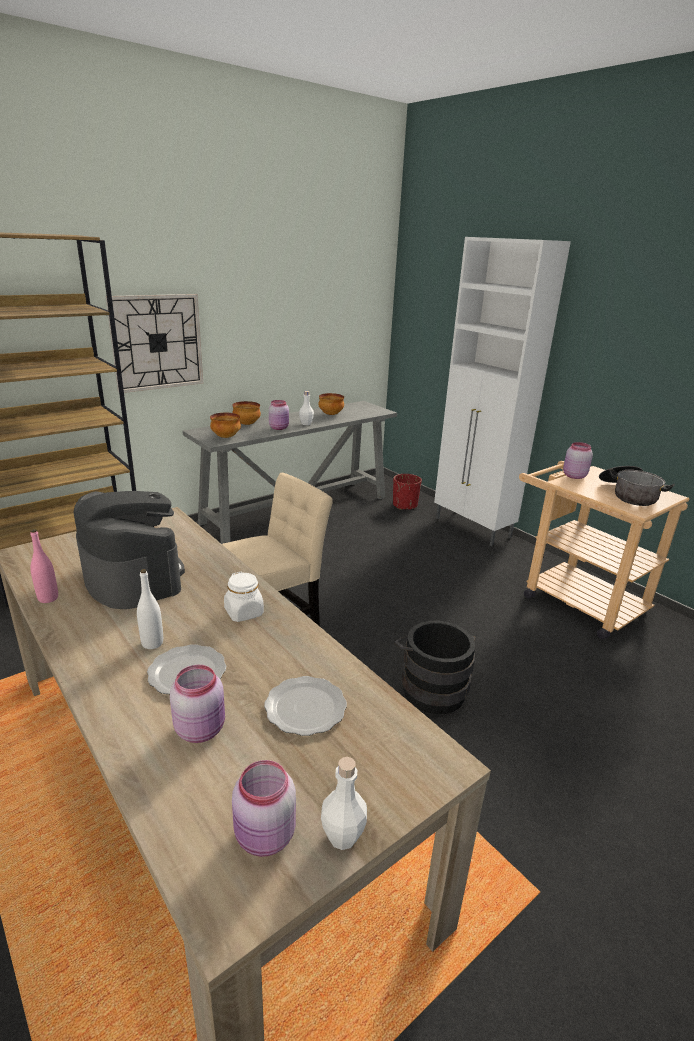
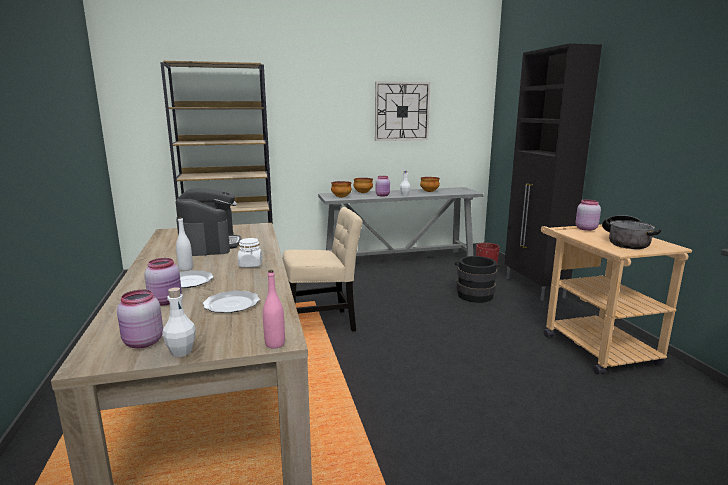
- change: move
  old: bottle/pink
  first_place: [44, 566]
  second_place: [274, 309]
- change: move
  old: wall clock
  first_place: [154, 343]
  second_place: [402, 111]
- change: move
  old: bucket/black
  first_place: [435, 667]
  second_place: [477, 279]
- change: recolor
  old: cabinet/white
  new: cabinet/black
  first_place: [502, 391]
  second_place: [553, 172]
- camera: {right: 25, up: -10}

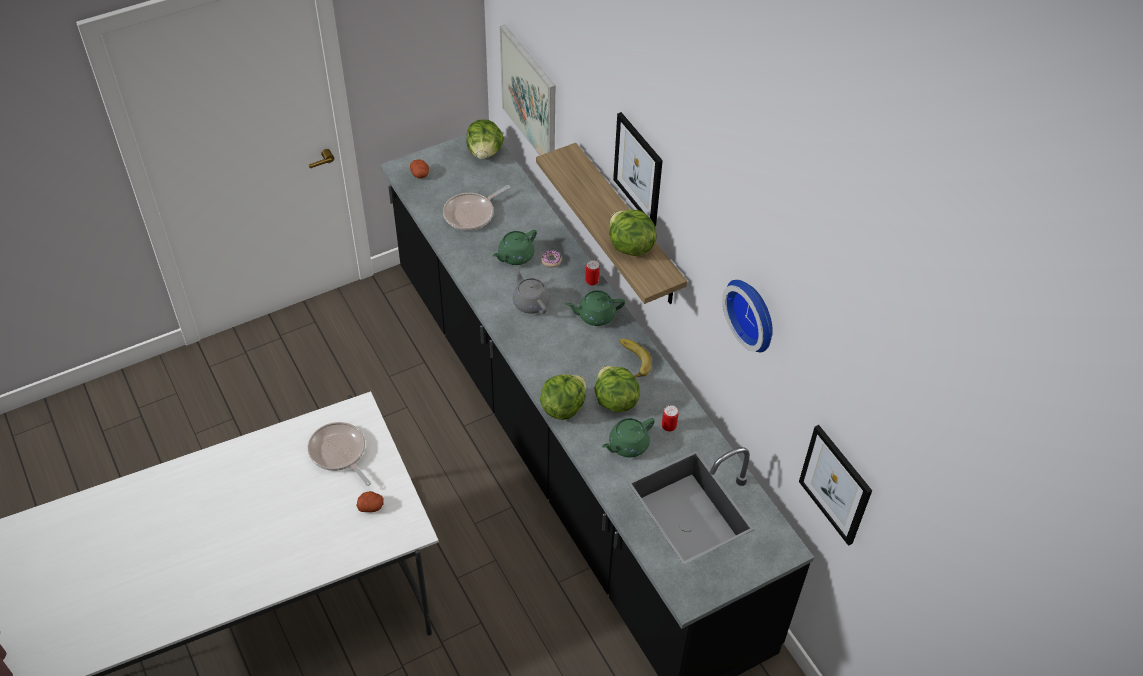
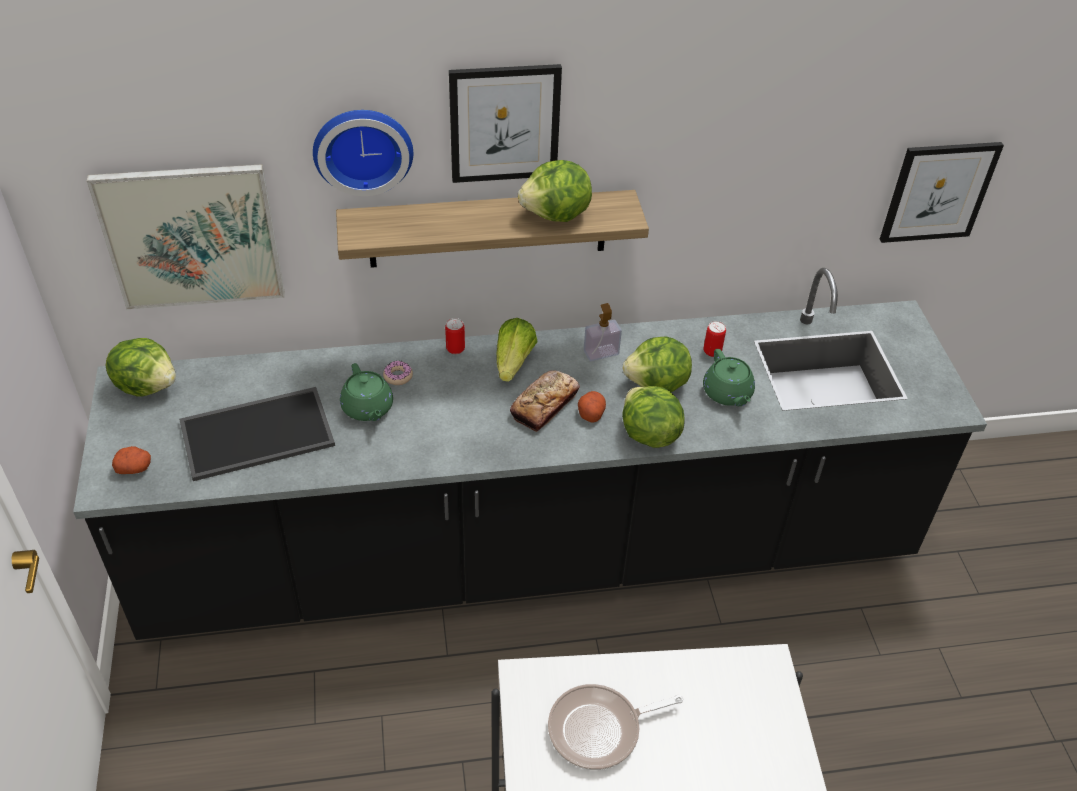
- change: move
  old: potato
  first_place: [370, 501]
  second_place: [592, 407]
- change: replace
  old: frying pan
  new: tray
  first_place: [476, 208]
  second_place: [257, 434]
- change: delete
  old: teapot/grey
  first_place: [531, 291]
- change: replace
  old: teapot/green
  new: lettuce
  first_place: [595, 308]
  second_place: [517, 350]
- change: replace
  old: banana
  new: soap dispenser
  first_place: [636, 358]
  second_place: [603, 332]
- change: move
  old: wall clock
  first_place: [747, 316]
  second_place: [363, 153]
- change: insert
  new: bread
  second_place: [545, 401]
- camera: {right: -70, up: -5}

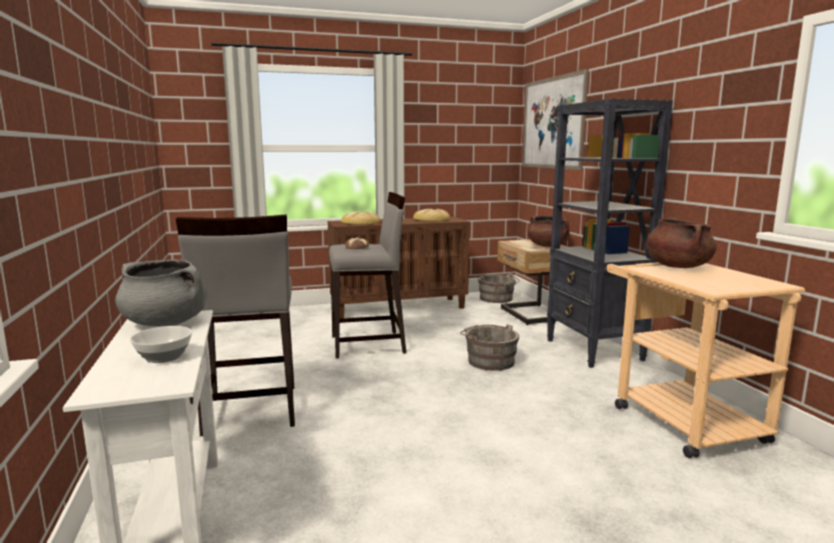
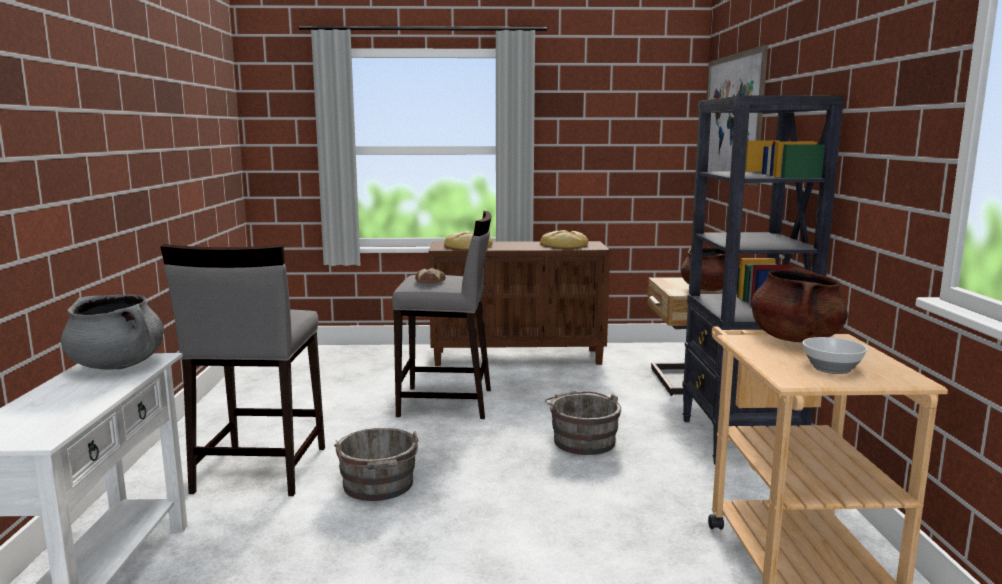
- change: move
  old: bowl
  first_place: [161, 344]
  second_place: [834, 355]
- change: move
  old: bucket/grey
  first_place: [498, 288]
  second_place: [376, 464]
- camera: {right: 15, up: 0}

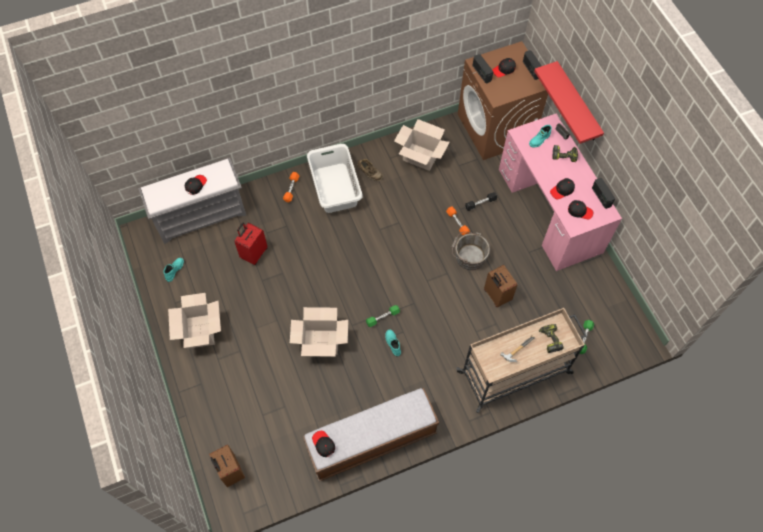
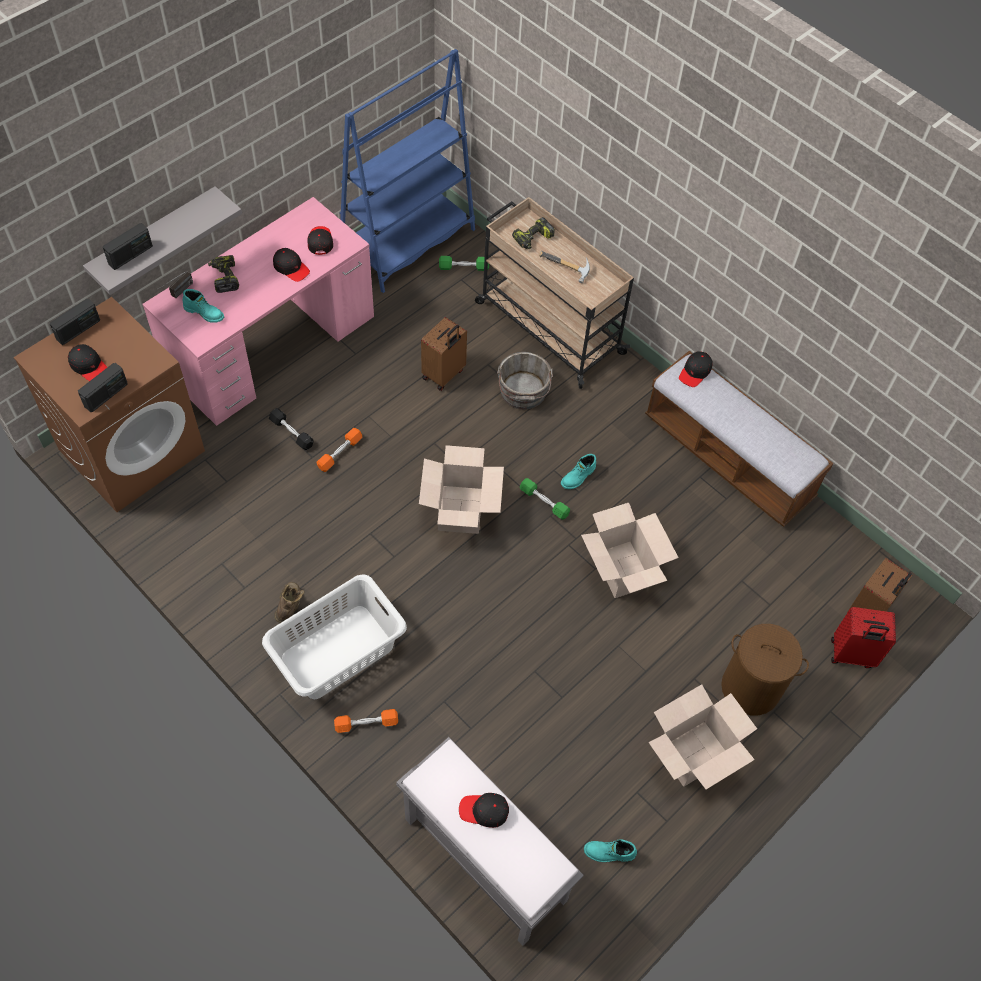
- change: move
  old: suitcase/red
  first_place: [250, 243]
  second_place: [863, 637]
- change: move
  old: cap/black
  first_place: [323, 444]
  second_place: [696, 369]
- change: move
  old: cardboard box
  first_place: [422, 145]
  second_place: [461, 489]
- change: move
  old: bucket/grey
  first_place: [471, 251]
  second_place: [525, 380]
- change: recolor
  old: shelf/red
  new: shelf/grey
  first_place: [569, 102]
  second_place: [162, 240]
- change: move
  old: radio
  first_place: [603, 193]
  second_place: [128, 246]
- change: insert
  new: bookcase/blue
  second_place: [407, 171]
- change: insert
  new: laundry basket/brown
  second_place: [765, 669]
- camera: {right: -115, up: -5}

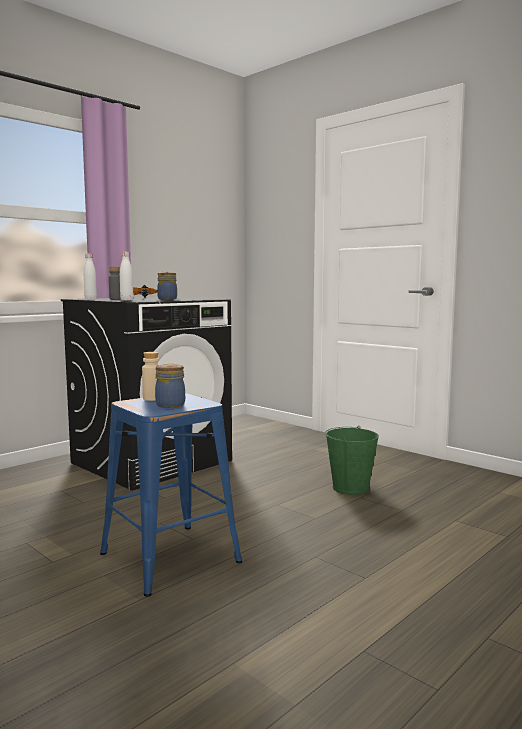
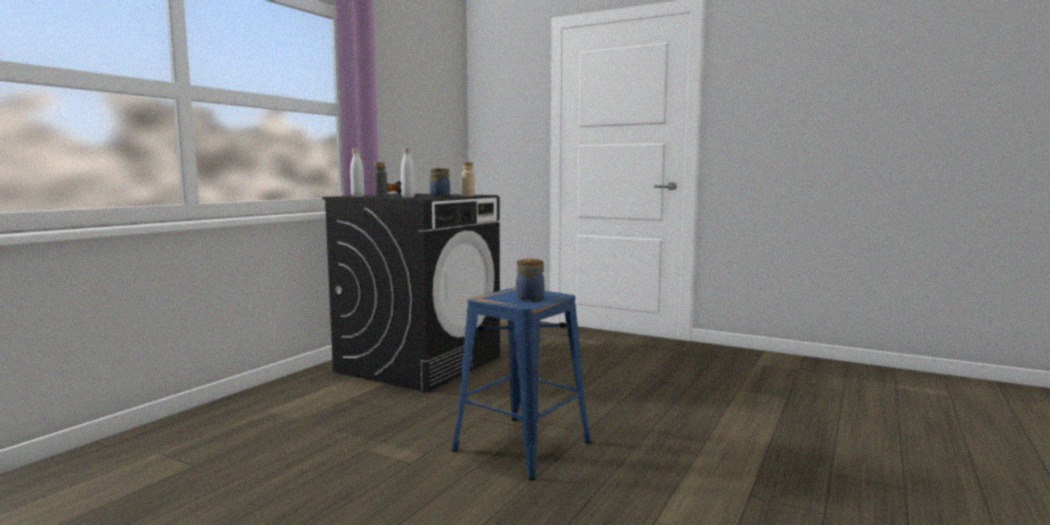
- change: move
  old: bottle/beige
  first_place: [150, 376]
  second_place: [468, 179]
- change: delete
  old: bucket/green
  first_place: [352, 460]
- camera: {right: -15, up: 0}

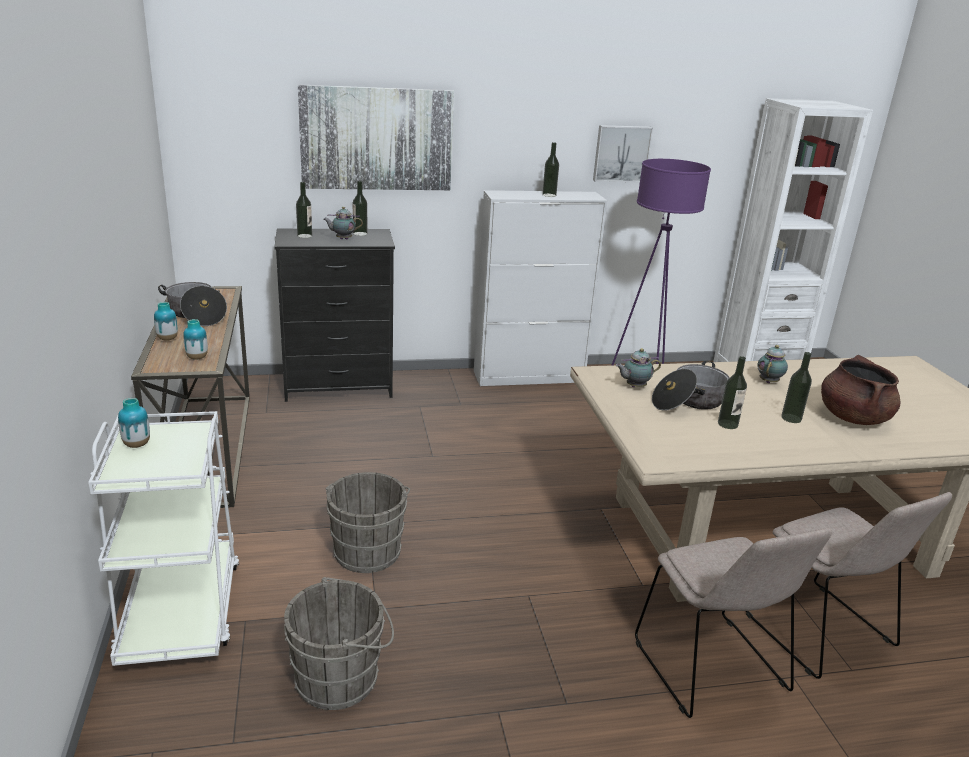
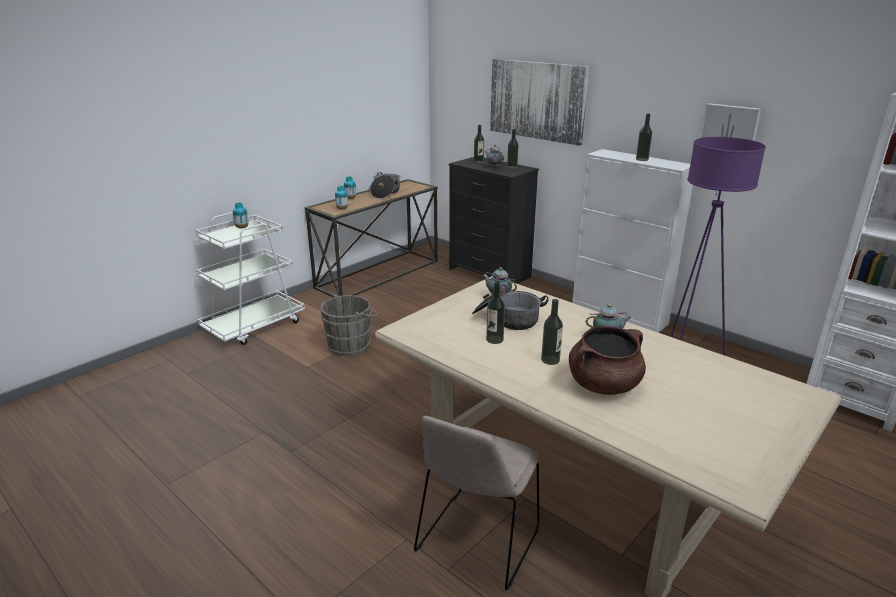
- change: delete
  old: bucket/grey
  first_place: [339, 643]
- change: delete
  old: chair/beige
  first_place: [733, 623]
- camera: {right: 55, up: 0}

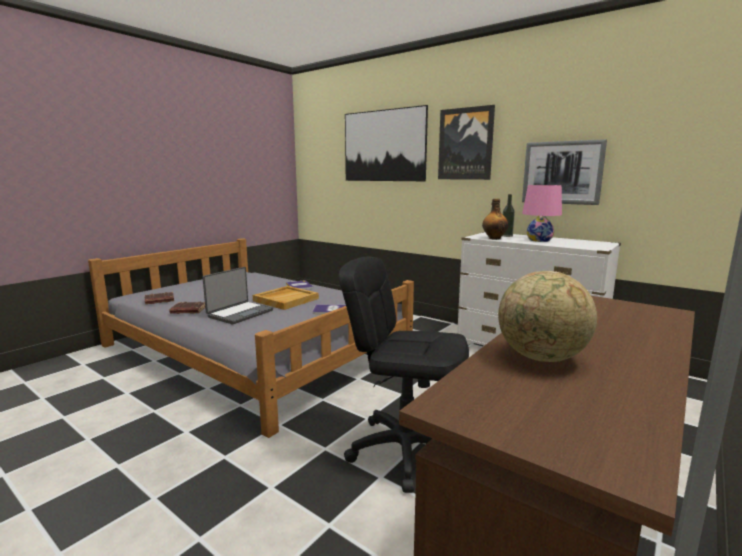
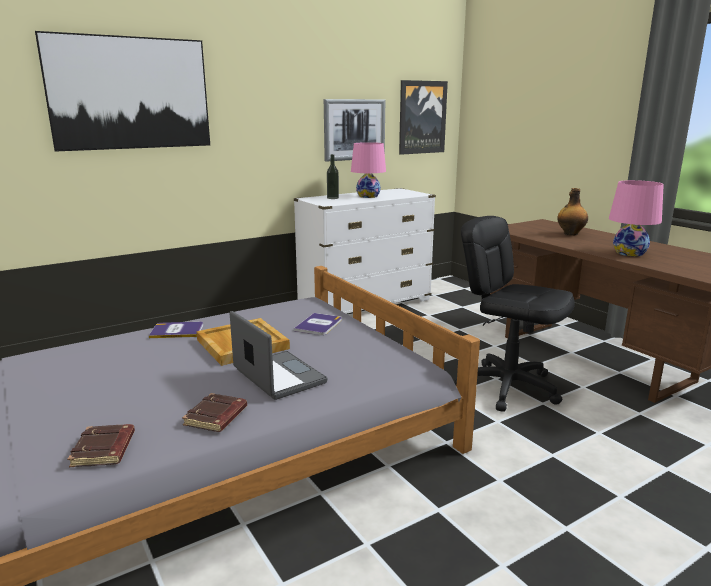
- change: rotate
  old: office chair/black
  first_place: [404, 374]
  second_place: [514, 314]
  degrees: 90
- change: move
  old: picture
  first_place: [466, 142]
  second_place: [423, 117]
- change: move
  old: bottle
  first_place: [495, 219]
  second_place: [572, 211]
- change: replace
  old: globe
  new: table lamp/pink
  first_place: [547, 316]
  second_place: [636, 218]
- camera: {right: -70, up: 5}

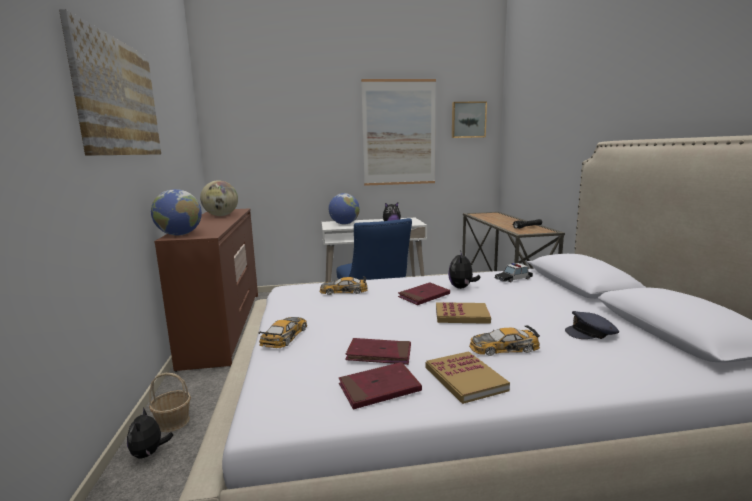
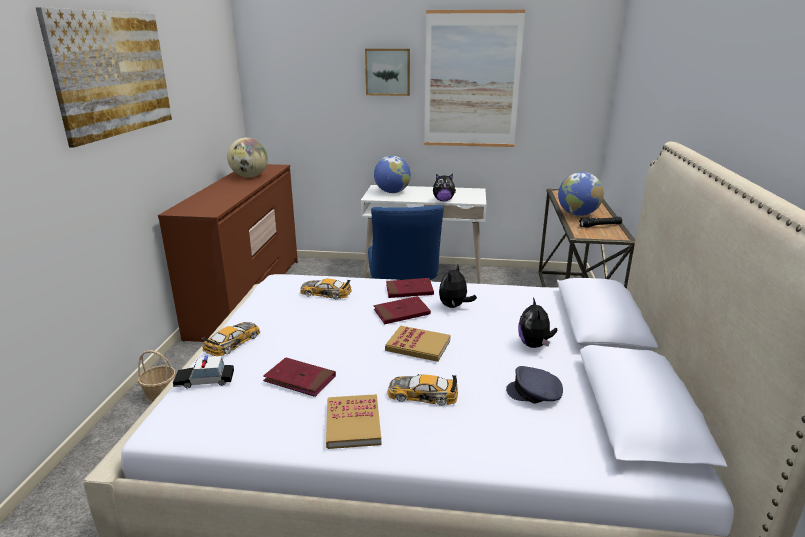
- change: move
  old: plush toy
  first_place: [150, 432]
  second_place: [538, 322]
- change: move
  old: globe
  first_place: [176, 212]
  second_place: [581, 194]
- change: move
  old: book/red
  first_place: [380, 385]
  second_place: [410, 288]
- change: move
  old: picture
  first_place: [469, 119]
  second_place: [387, 72]
- change: move
  old: toy car
  first_place: [513, 273]
  second_place: [203, 372]
- camera: {right: 15, up: 10}

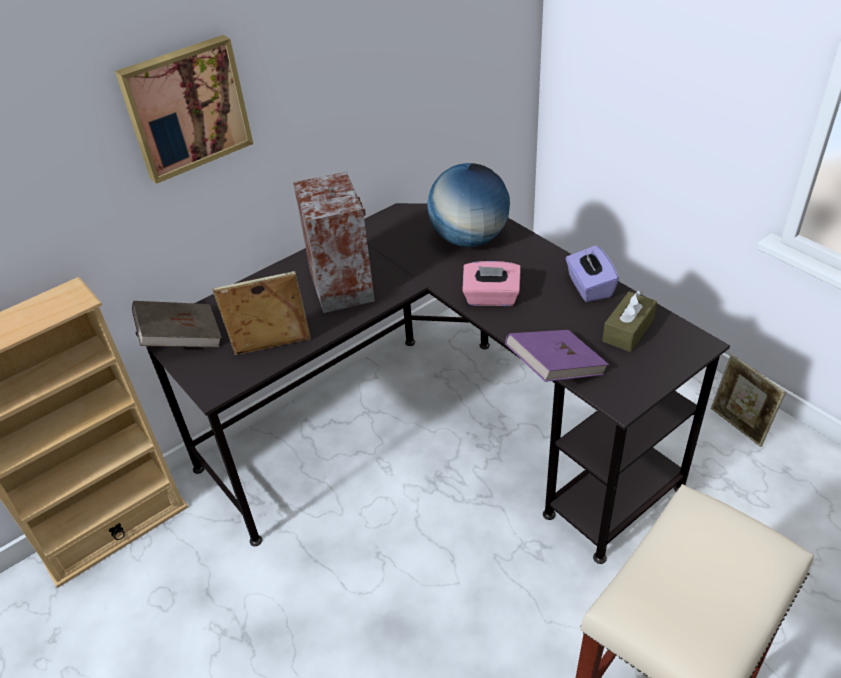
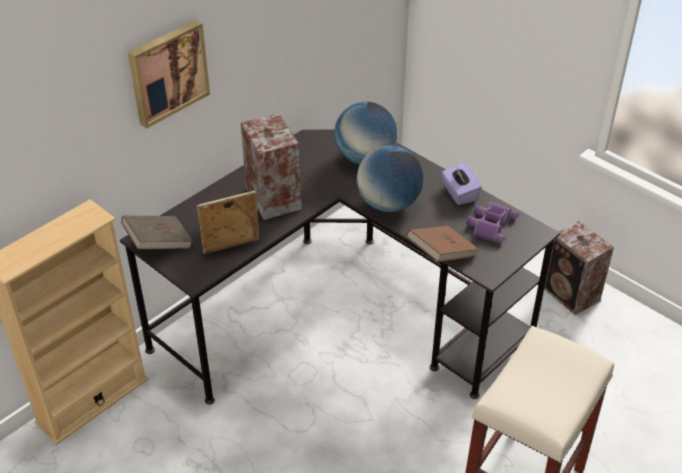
- change: replace
  old: tissue box/pink
  new: globe
  first_place: [491, 283]
  second_place: [389, 178]
- change: recolor
  old: book/purple
  new: book/brown
  first_place: [557, 356]
  second_place: [443, 244]
- change: replace
  old: tissue box/brown
  new: binoculars/purple
  first_place: [629, 321]
  second_place: [492, 223]
- change: replace
  old: picture frame
  new: speaker
  first_place: [748, 400]
  second_place: [579, 268]
- camera: {right: -10, up: 0}

